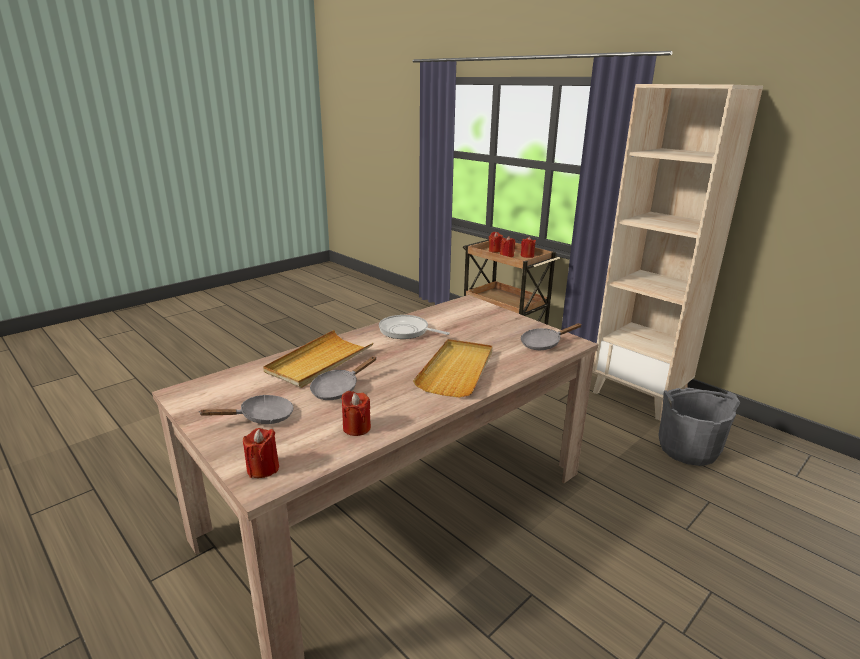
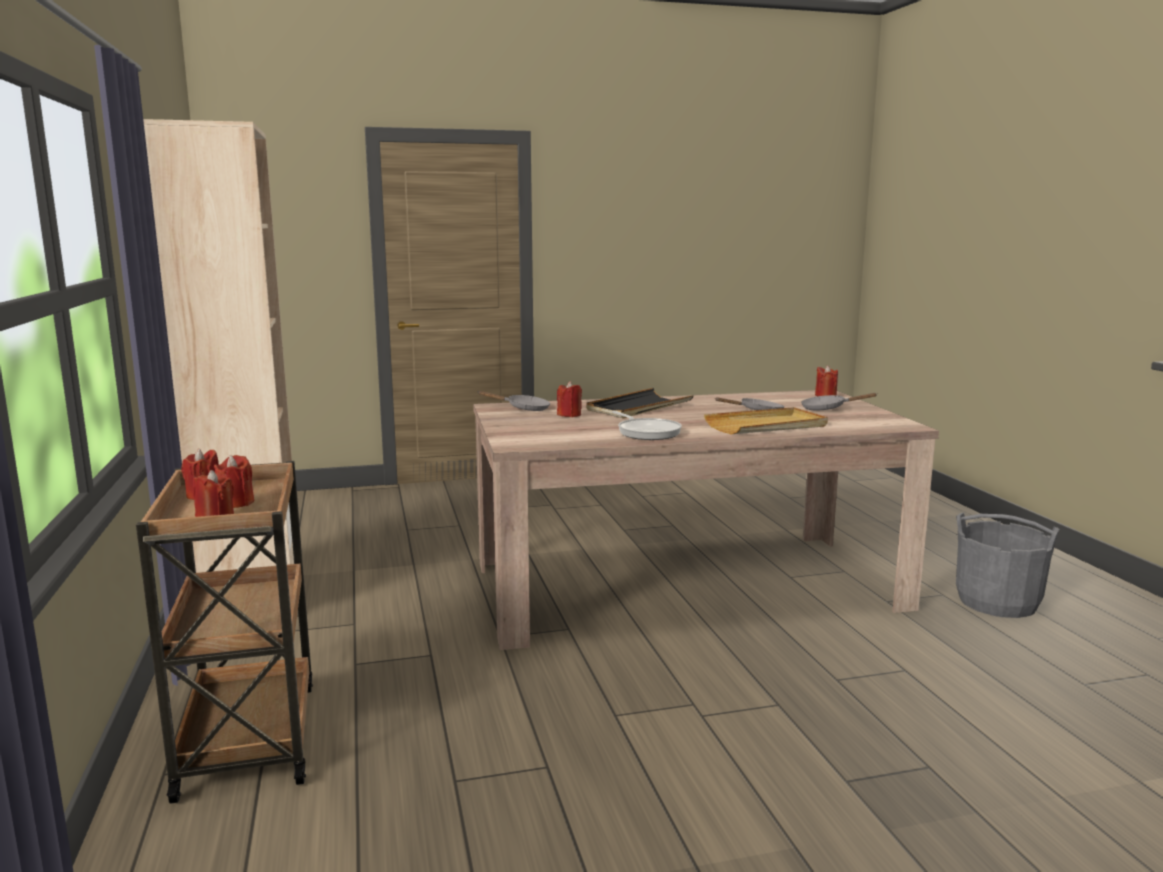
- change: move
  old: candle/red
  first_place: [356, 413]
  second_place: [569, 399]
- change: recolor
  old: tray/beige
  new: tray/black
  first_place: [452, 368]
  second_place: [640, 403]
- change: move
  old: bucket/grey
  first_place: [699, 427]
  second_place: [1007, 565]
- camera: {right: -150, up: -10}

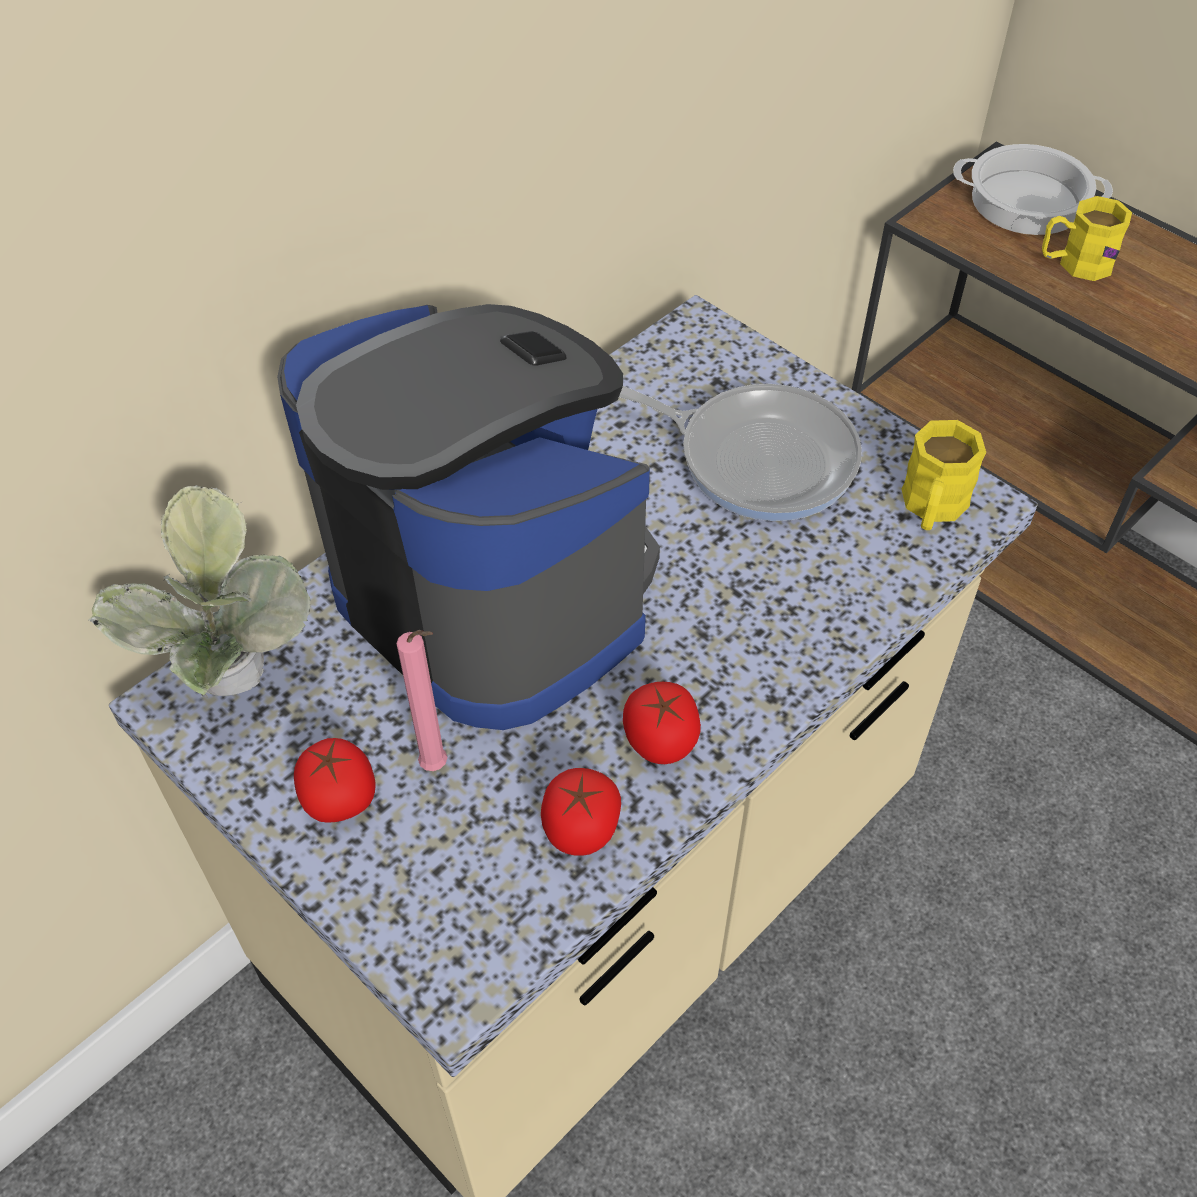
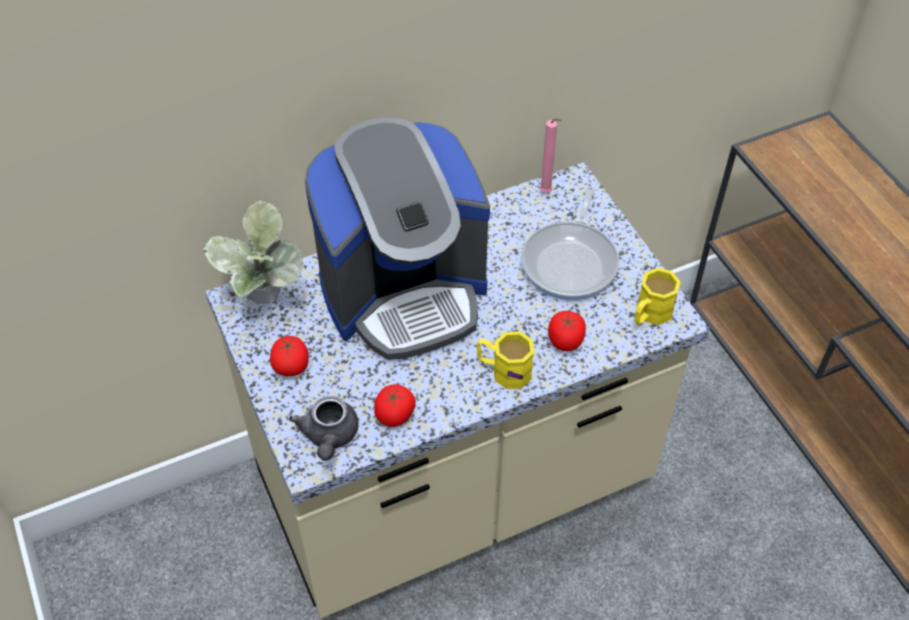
- change: rotate
  old: coffee machine
  first_place: [468, 517]
  second_place: [397, 239]
  degrees: 90
- change: move
  old: candle/pink
  first_place: [421, 700]
  second_place: [551, 155]
- change: rotate
  old: frying pan
  first_place: [740, 452]
  second_place: [570, 243]
  degrees: 60
- change: move
  old: tomato
  first_place: [662, 723]
  second_place: [567, 331]
- change: delete
  old: cooking pot
  first_place: [1033, 189]
- change: move
  old: mug/yellow
  first_place: [1087, 238]
  second_place: [505, 360]
- change: insert
  new: teapot/grey
  second_place: [324, 428]
- camera: {right: 20, up: 0}

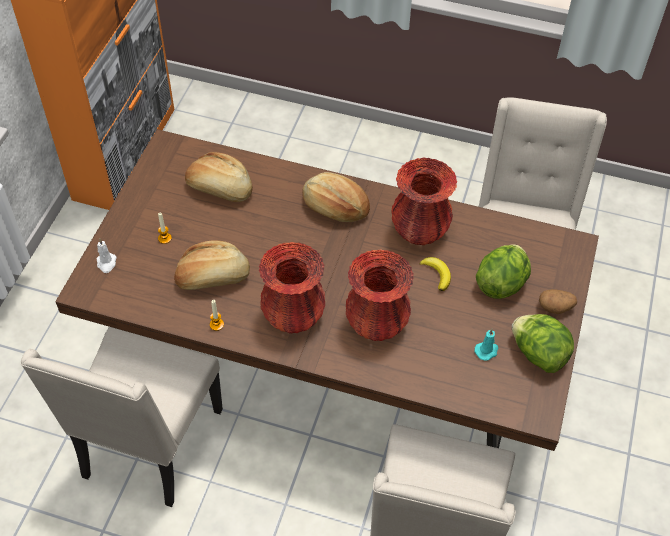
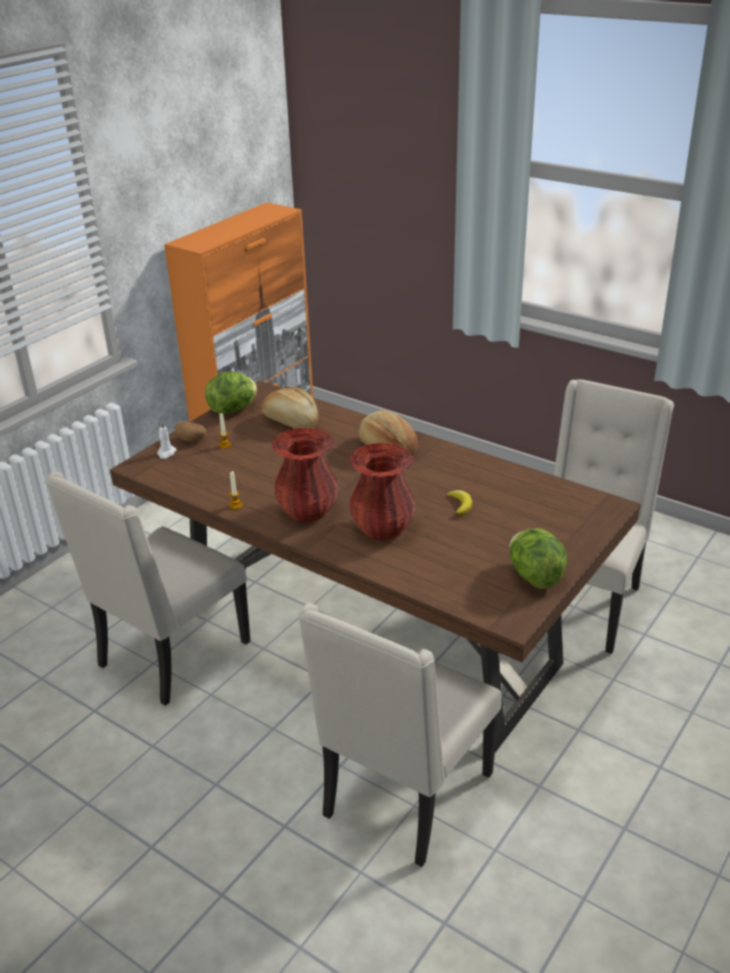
- change: delete
  old: bread
  first_place: [212, 265]
- change: delete
  old: vase/red
  first_place: [424, 201]
- change: delete
  old: candle/turquoise
  first_place: [486, 345]
- change: move
  old: lettuce
  first_place: [503, 272]
  second_place: [231, 393]
- change: move
  old: potato
  first_place: [558, 301]
  second_place: [191, 431]
- camera: {right: 20, up: -20}

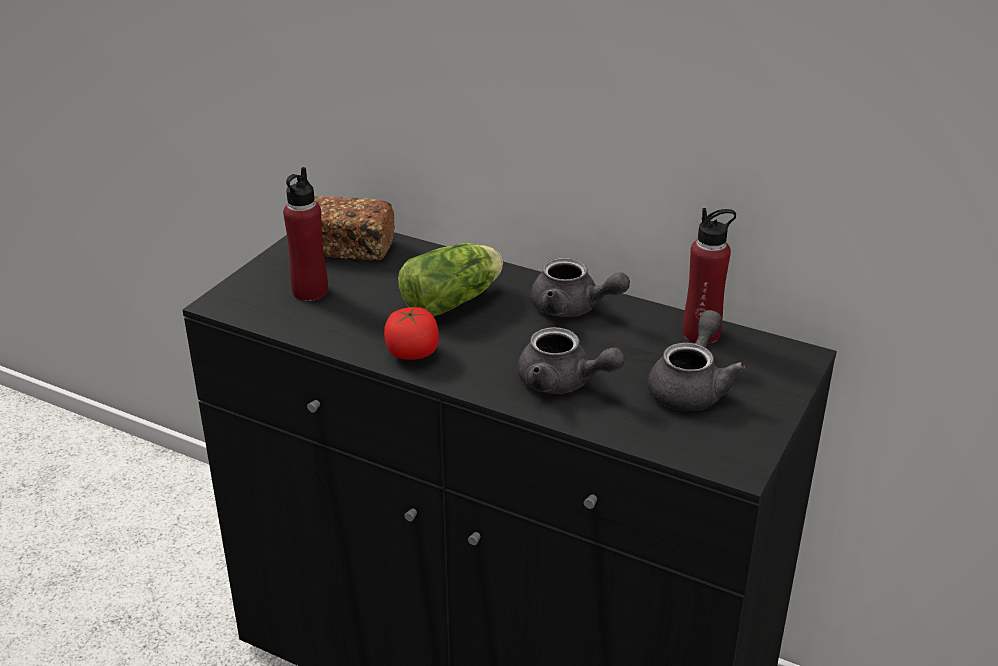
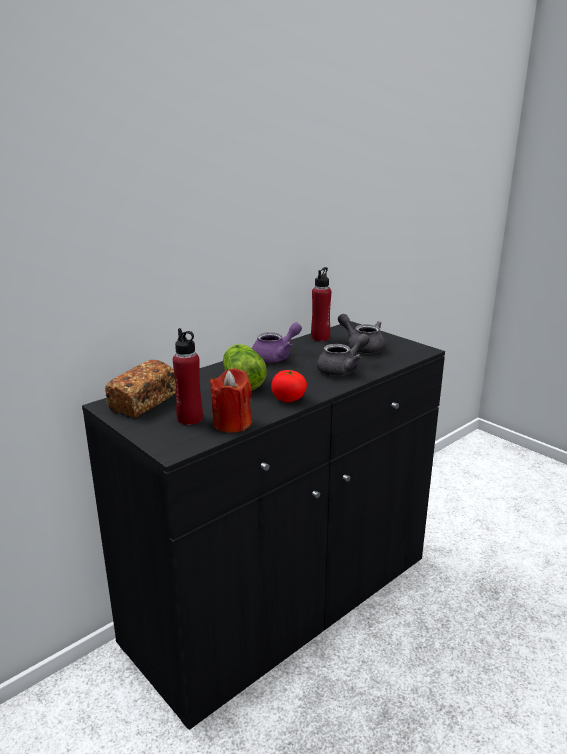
- change: recolor
  old: teapot/grey
  new: teapot/purple
  first_place: [580, 287]
  second_place: [277, 342]
- change: insert
  new: candle/red
  second_place: [231, 400]
- camera: {right: -70, up: -10}

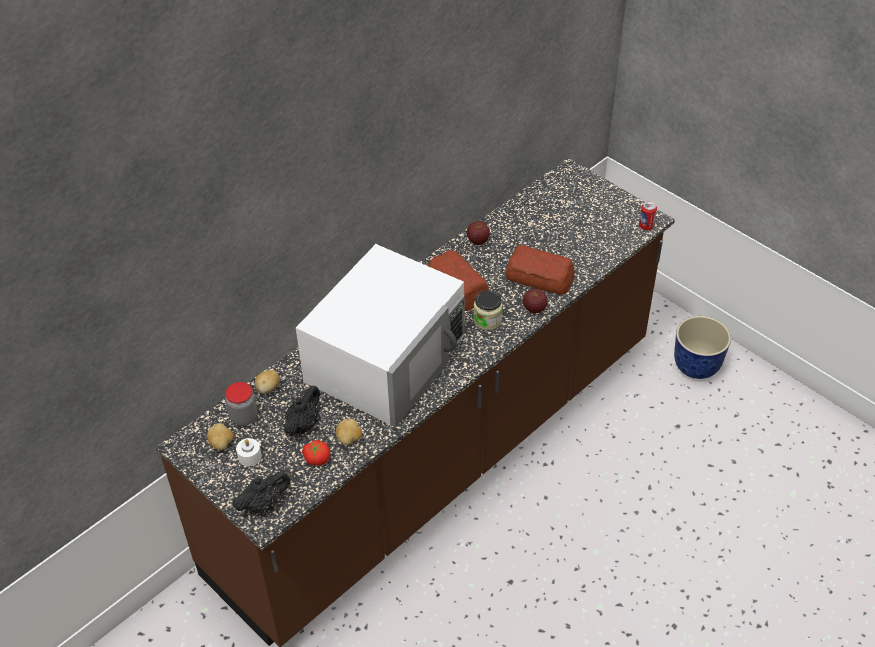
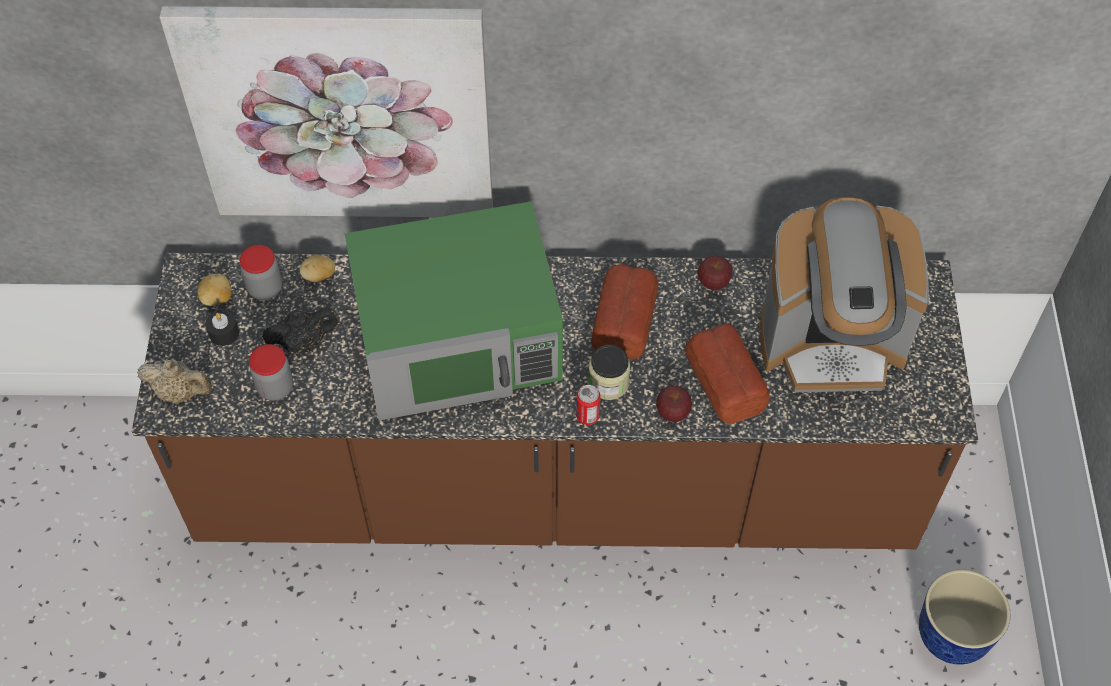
- change: recolor
  old: teapot/black
  new: teapot/beige
  first_place: [262, 492]
  second_place: [174, 382]
- change: recolor
  old: candle/white
  new: candle/black
  first_place: [249, 452]
  second_place: [222, 328]
- change: recolor
  old: microwave/white
  new: microwave/green
  first_place: [380, 336]
  second_place: [454, 311]
- change: replace
  old: tomato
  new: jar
  first_place: [316, 453]
  second_place: [271, 372]
- change: delete
  old: potato
  first_place: [349, 431]
- change: move
  old: can
  first_place: [648, 215]
  second_place: [588, 405]
- change: insert
  new: picture
  second_place: [326, 111]
- change: insert
  new: coffee machine
  second_place: [844, 294]
- camera: {right: 45, up: 10}

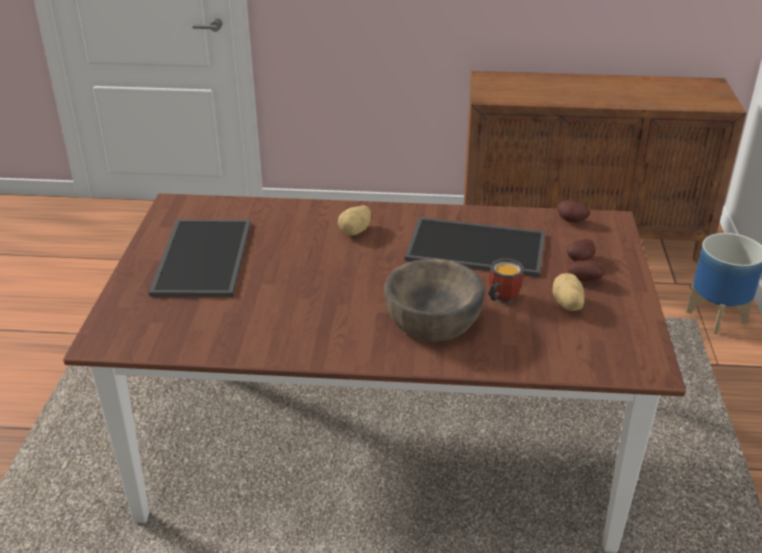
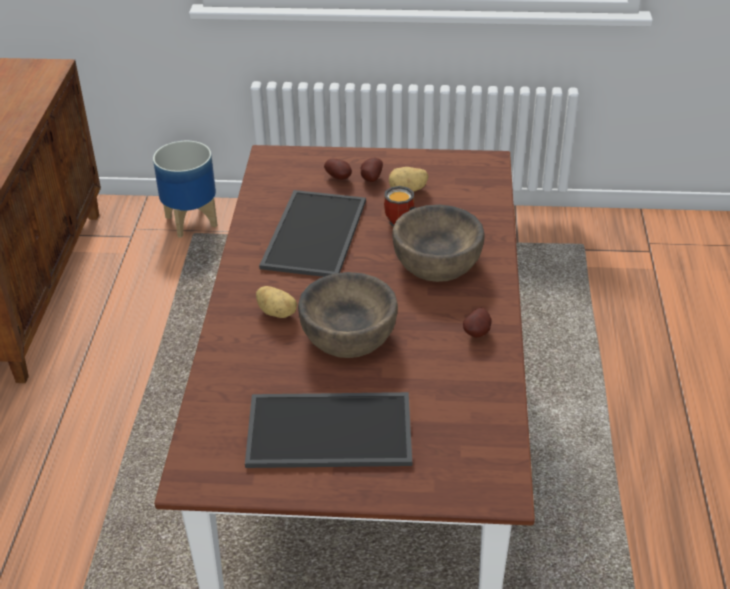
- change: move
  old: potato
  first_place: [574, 211]
  second_place: [477, 323]
- change: insert
  new: bowl/brown
  second_place: [348, 315]
- camera: {right: -90, up: 5}

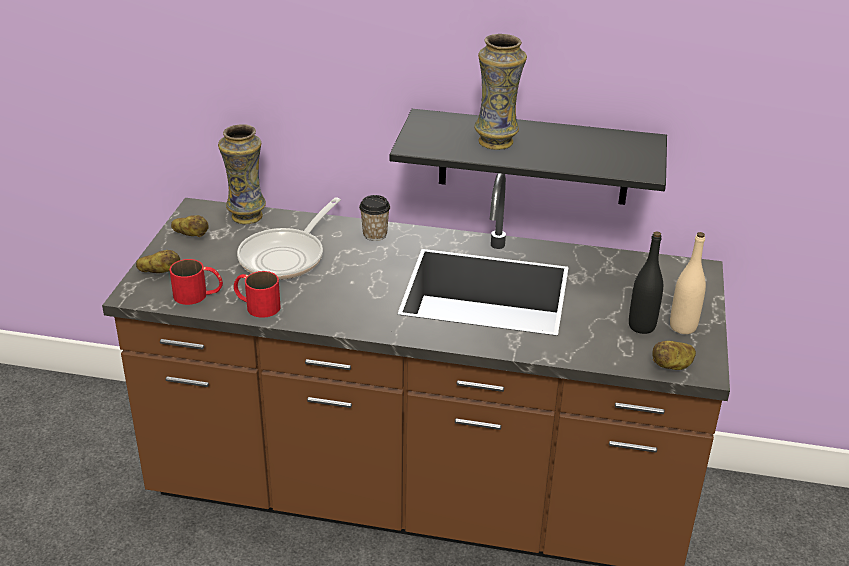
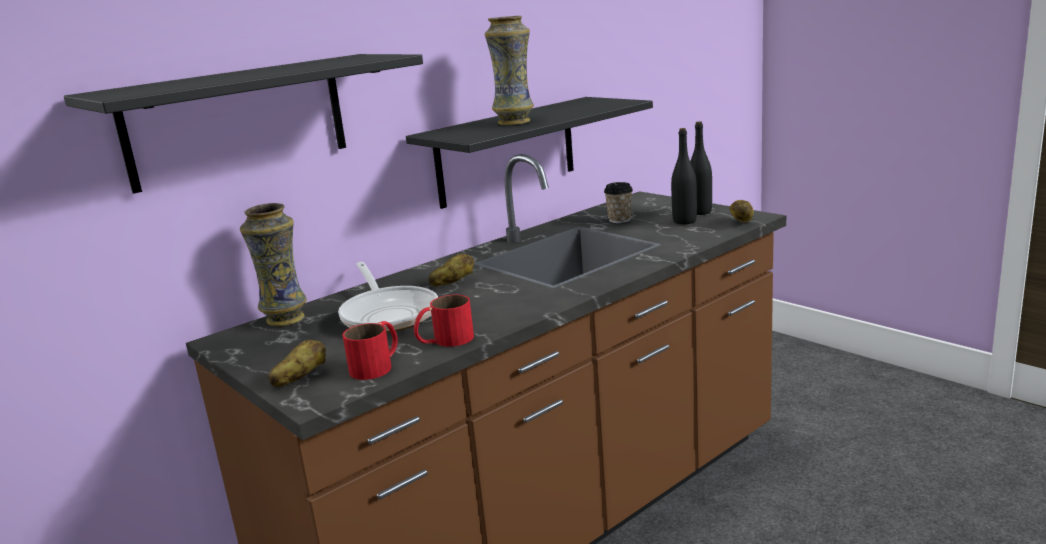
- change: move
  old: potato
  first_place: [190, 226]
  second_place: [451, 269]
- change: move
  old: cup
  first_place: [374, 218]
  second_place: [618, 202]
- change: recolor
  old: bottle/beige
  new: bottle/black
  first_place: [688, 283]
  second_place: [701, 168]
- change: insert
  new: shelf/black
  second_place: [243, 124]
- camera: {right: -50, up: -15}

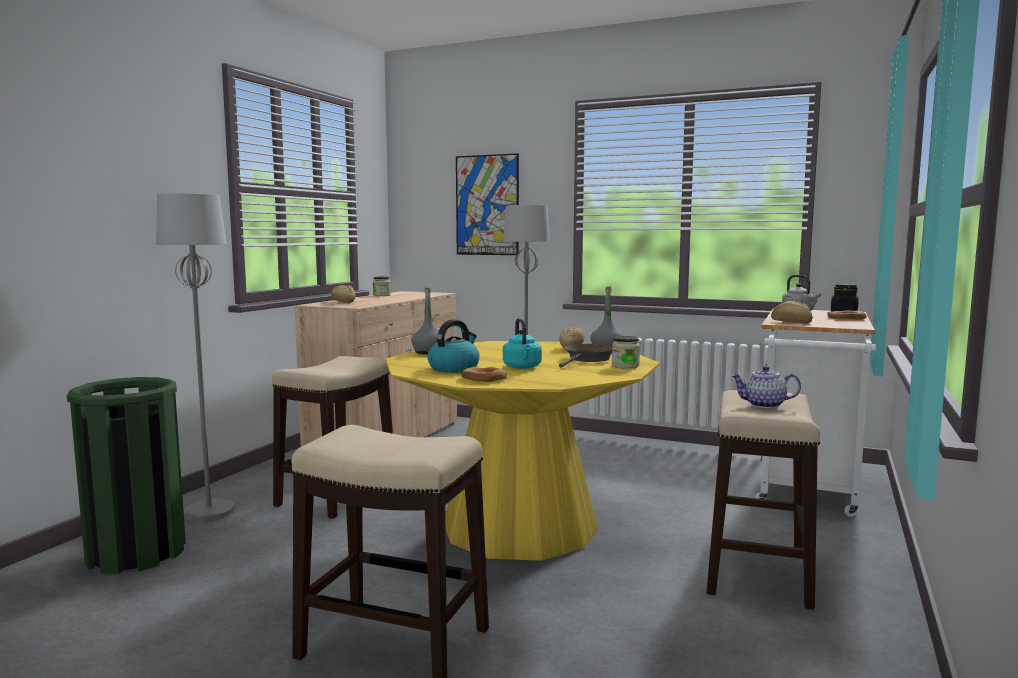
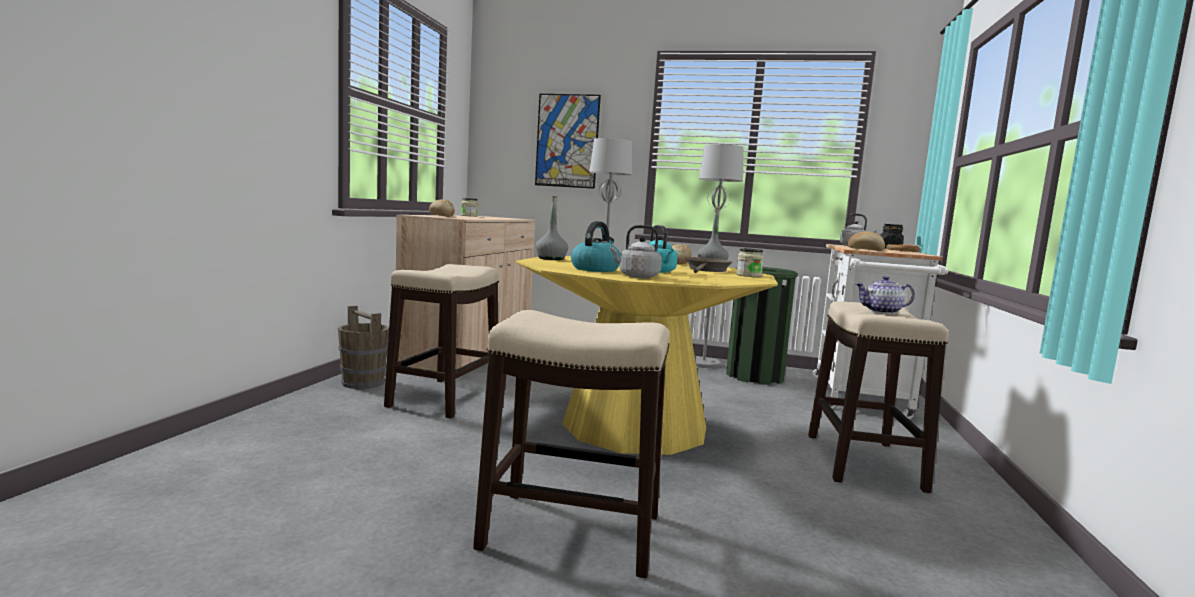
- change: move
  old: trash can/green
  first_place: [126, 475]
  second_place: [762, 326]
- change: move
  old: floor lamp/grey
  first_place: [195, 357]
  second_place: [719, 256]
- change: replace
  old: bread
  new: kettle/grey
  first_place: [484, 374]
  second_place: [636, 251]
- change: insert
  new: bucket/brown
  second_place: [363, 347]
- camera: {right: -10, up: 0}

